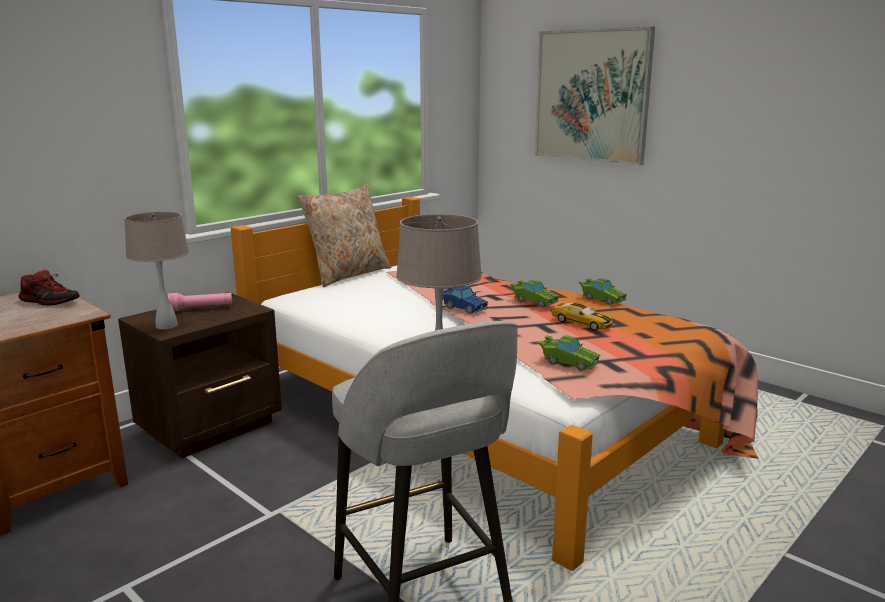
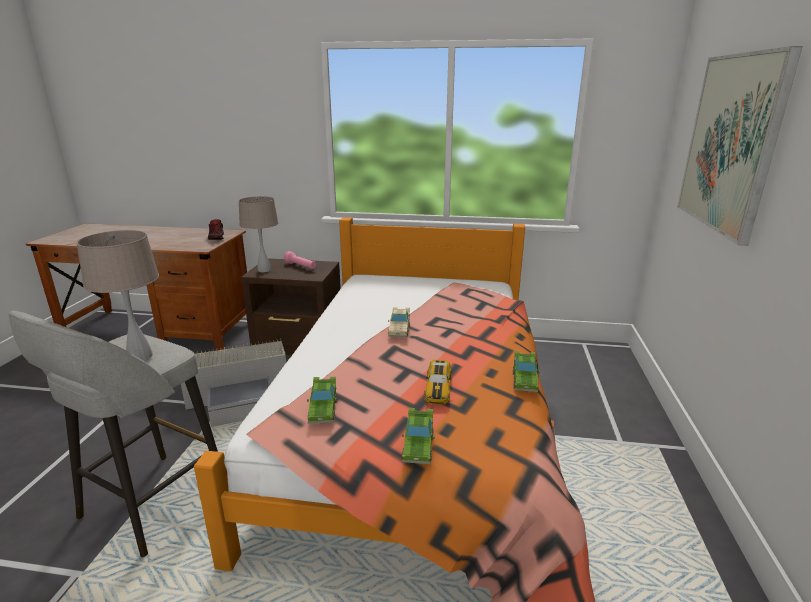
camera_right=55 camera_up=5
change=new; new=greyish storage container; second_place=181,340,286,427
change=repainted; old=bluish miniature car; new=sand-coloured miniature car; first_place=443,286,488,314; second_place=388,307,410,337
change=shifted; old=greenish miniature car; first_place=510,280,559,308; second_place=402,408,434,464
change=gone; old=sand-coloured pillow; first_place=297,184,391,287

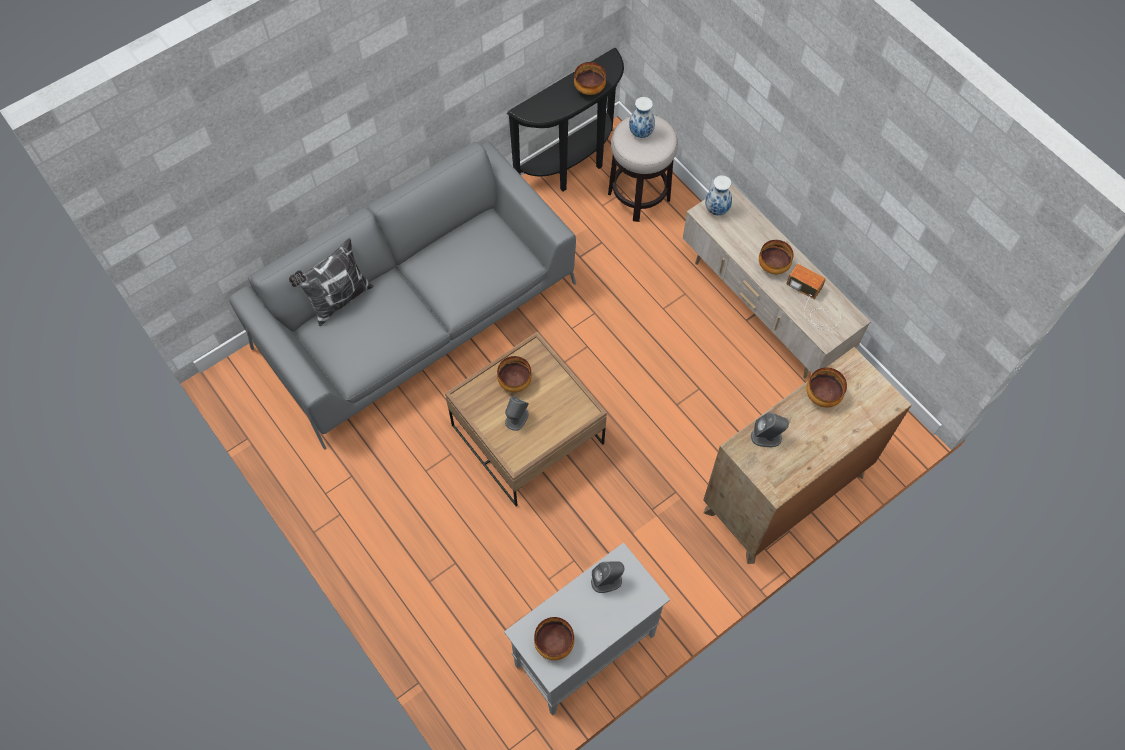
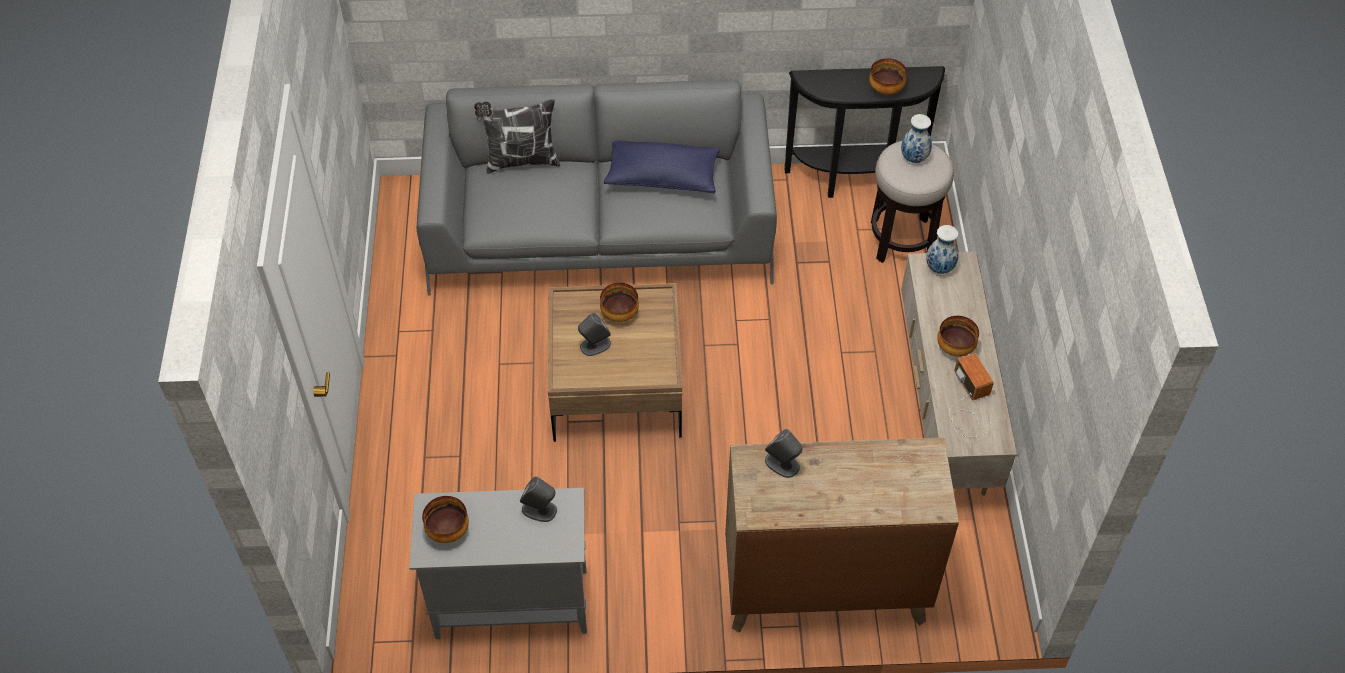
camera_right=35 camera_up=-10
change=new; new=bluish pillow; second_place=604,141,720,193
change=gone; old=bowl; first_place=806,367,847,407

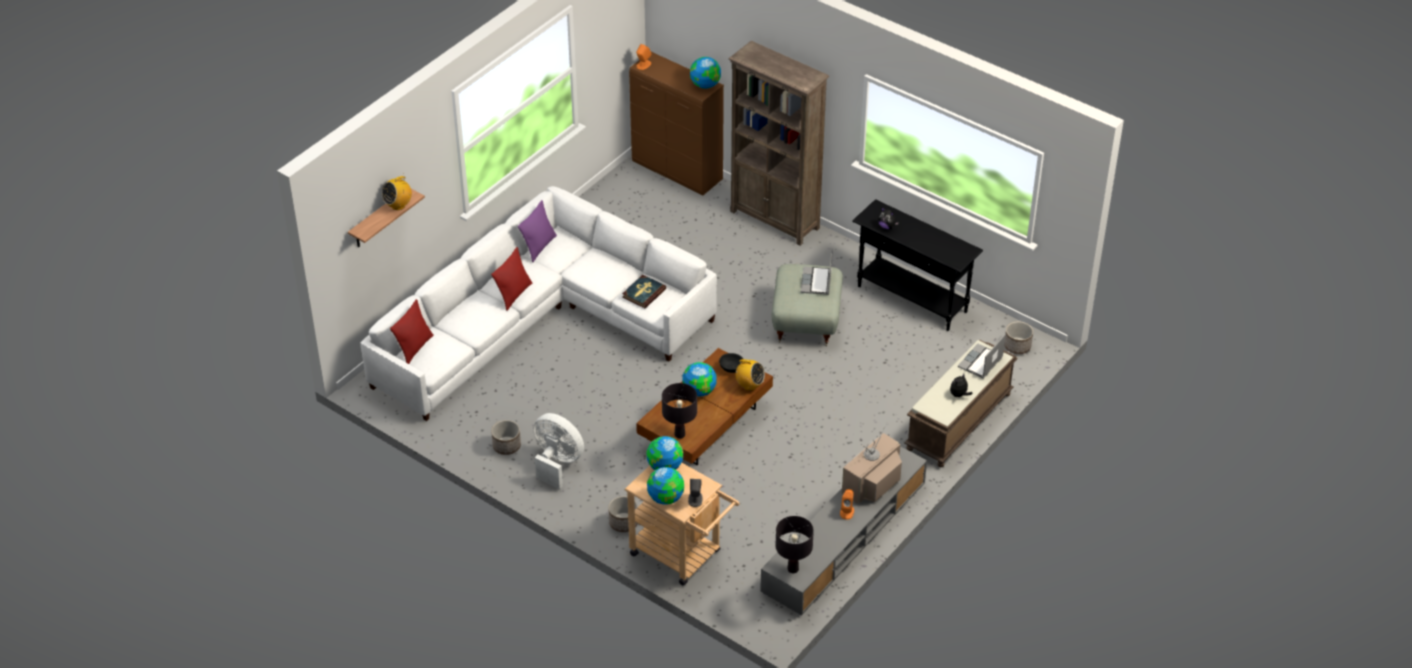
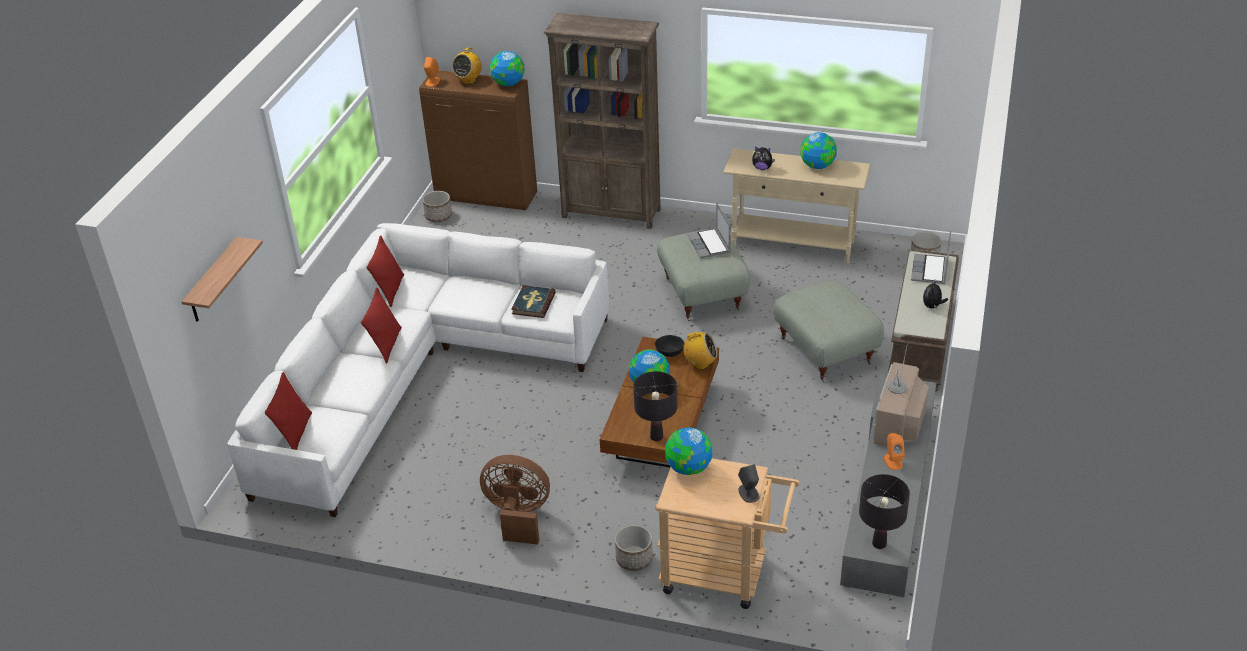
camera_right=-20 camera_up=-5
change=repainted; old=purplish pillow; new=red pillow; first_place=518,200,557,262; second_place=367,235,404,307
change=shifted; old=planter; first_place=491,420,521,455; second_place=422,191,452,222
change=shifted; old=radio receiver; first_place=382,175,412,210; second_place=452,47,482,84
change=repainted; old=white-coloured fan; new=brown-coloured fan; first_place=533,413,584,489; second_place=480,455,550,545
change=repainted; old=blackish narrow table; new=sand-coloured narrow table; first_place=852,199,983,331; second_place=723,148,871,264
change=new; new=greyish ottoman; second_place=774,280,884,382
change=shifted; old=world globe; first_place=647,467,684,505; second_place=800,132,837,169

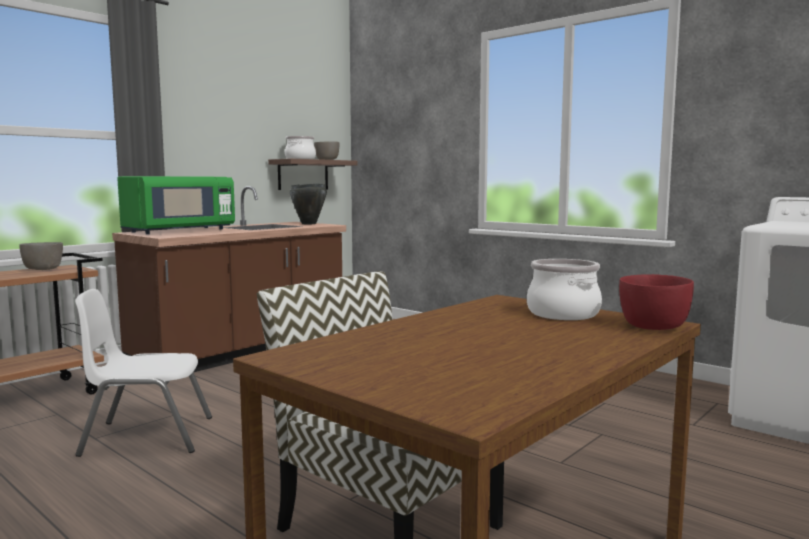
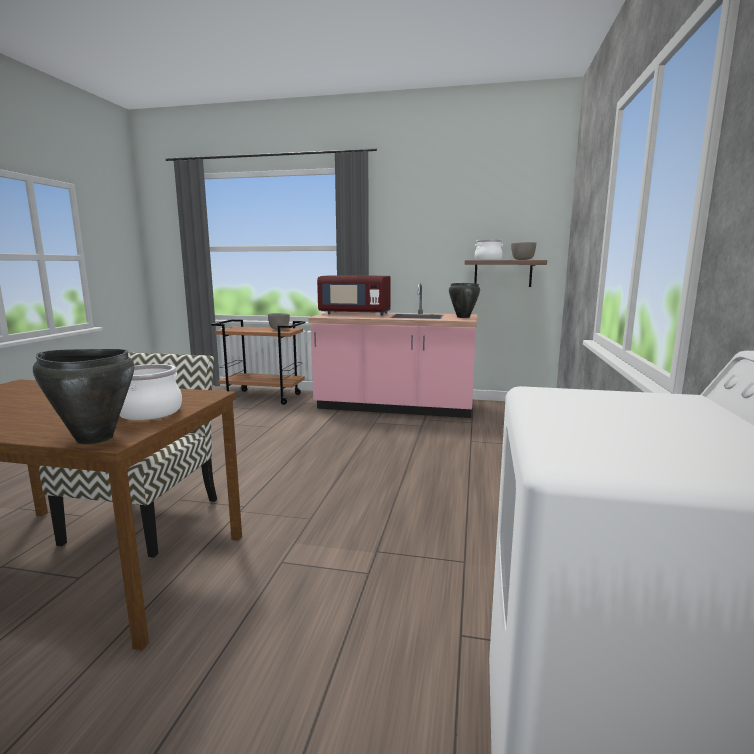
camera_right=60 camera_up=5
change=swapped; old=red bowl; new=blackish cooking pot; first_place=619,274,694,330; second_place=33,349,134,444
change=repainted; old=brown-coloured kitchen counter; new=pink kitchen counter; first_place=112,186,346,372; second_place=308,283,477,418
change=repainted; old=greenish kitchen microwave; new=red kitchen microwave; first_place=117,176,235,234; second_place=317,275,391,315
change=gone; old=white-coloured chair; first_place=75,289,212,457

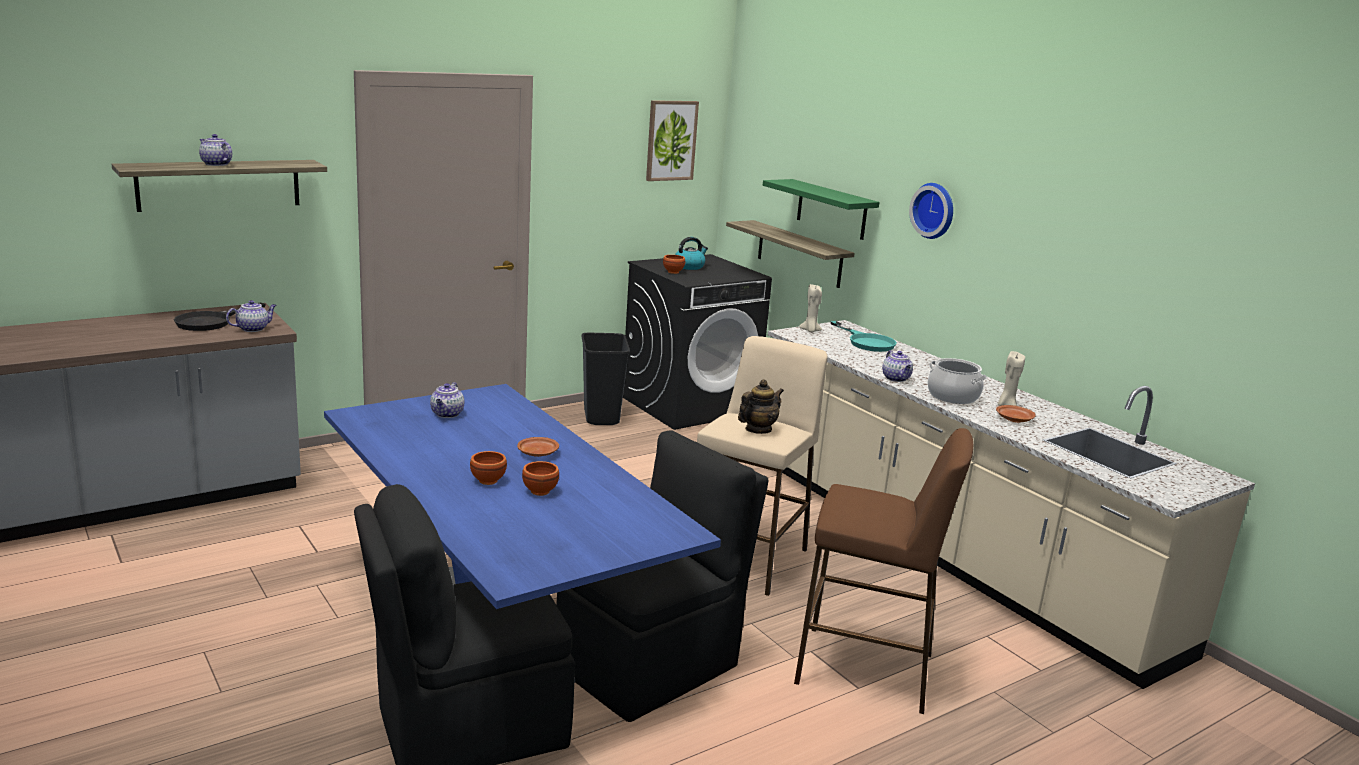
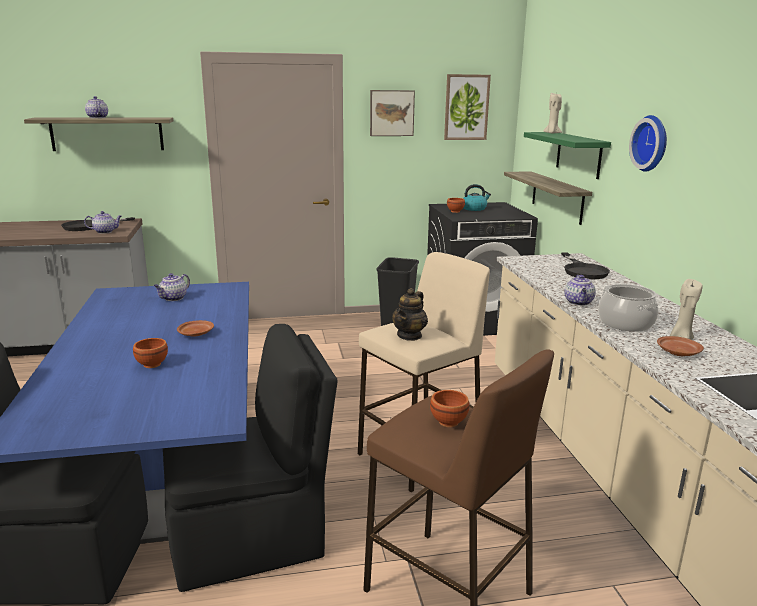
camera_right=25 camera_up=0
change=new; new=picture; second_place=370,90,415,136
change=rotated; old=teapot; first_place=738,379,784,434; second_place=392,288,428,341; degrees=135
change=shifted; old=brown-coloured bowl; first_place=470,451,507,485; second_place=430,390,470,427
change=shifted; old=sand-coloured wax light; first_place=799,284,822,332; second_place=543,93,562,134
change=repainted; old=blue-green frying pan; new=blackish frying pan; first_place=830,321,897,352; second_place=561,252,610,279

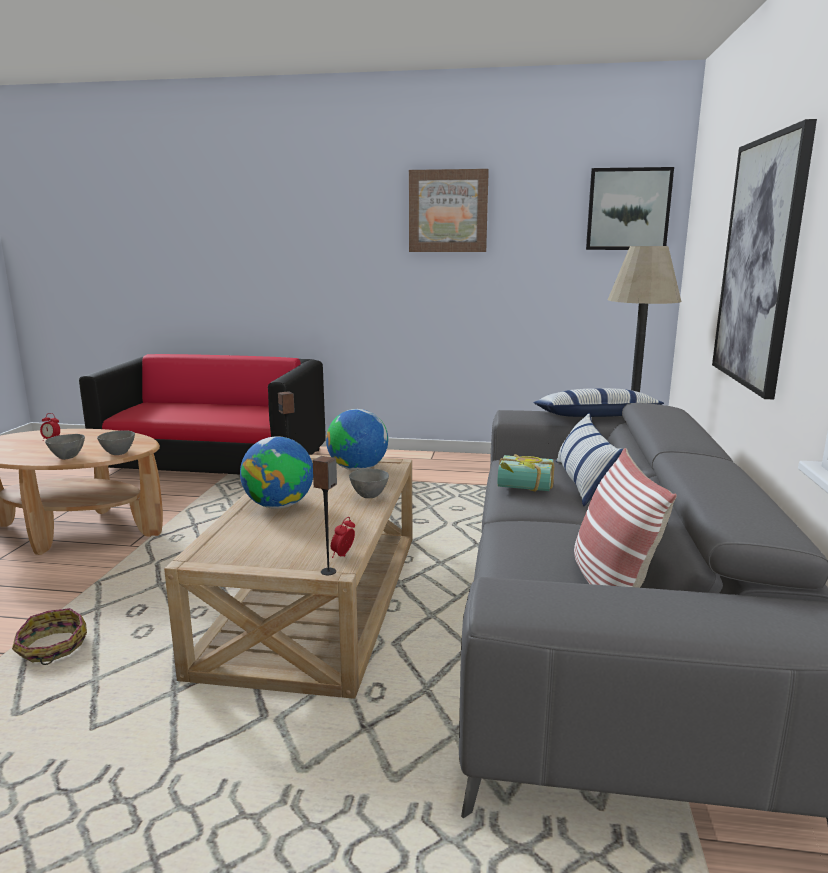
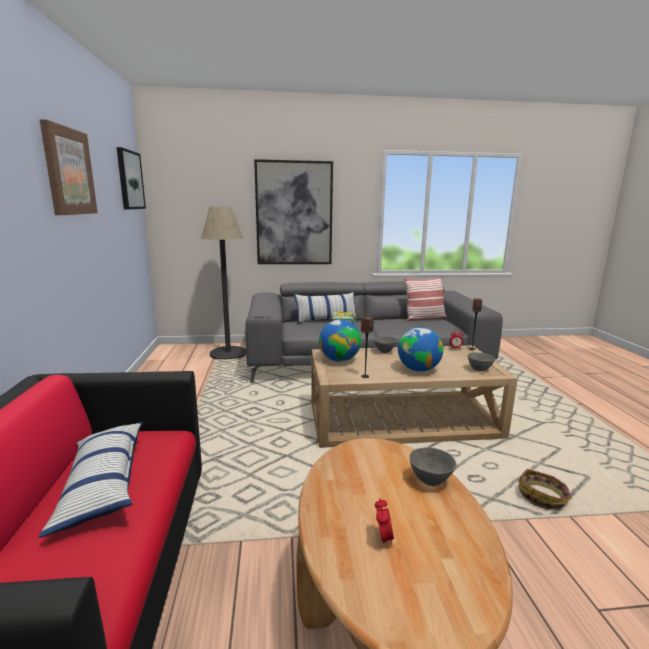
camera_right=-105 camera_up=0
change=shifted; old=pillow; first_place=533,388,664,417; second_place=39,422,143,538
change=shifted; old=greyish bowl; first_place=97,430,135,455; second_place=468,352,495,371

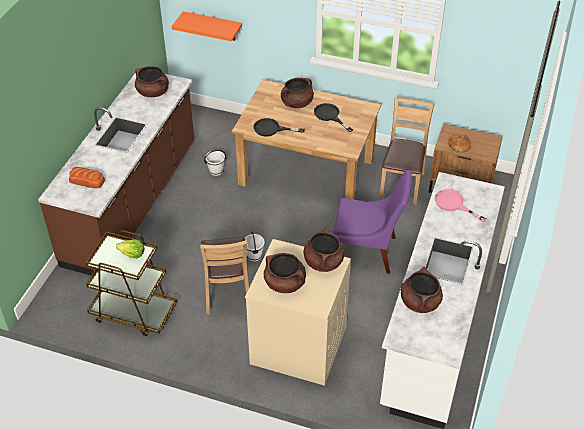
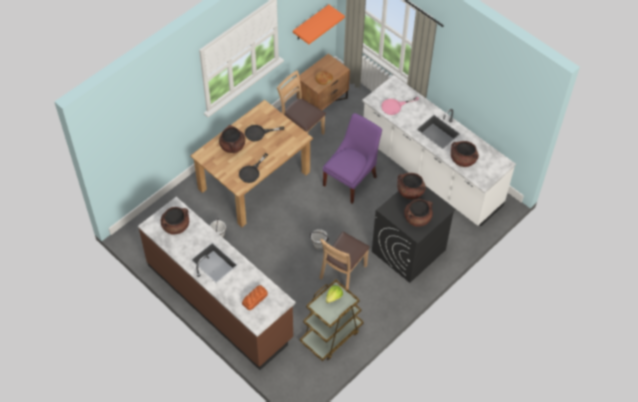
camera_right=-65 camera_up=10
change=shifted; old=orangey wall shelf; first_place=171,11,242,41; second_place=293,5,345,44
change=rotated; old=brown-coloured chair; first_place=200,237,249,314; second_place=319,232,370,290; degrees=105
change=repainted; old=sand-coloured laundry machine; new=blackish laundry machine; first_place=245,239,351,386; second_place=372,186,456,283

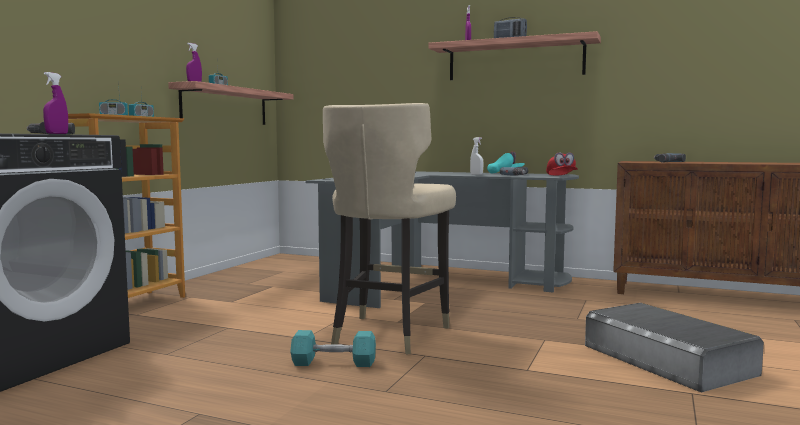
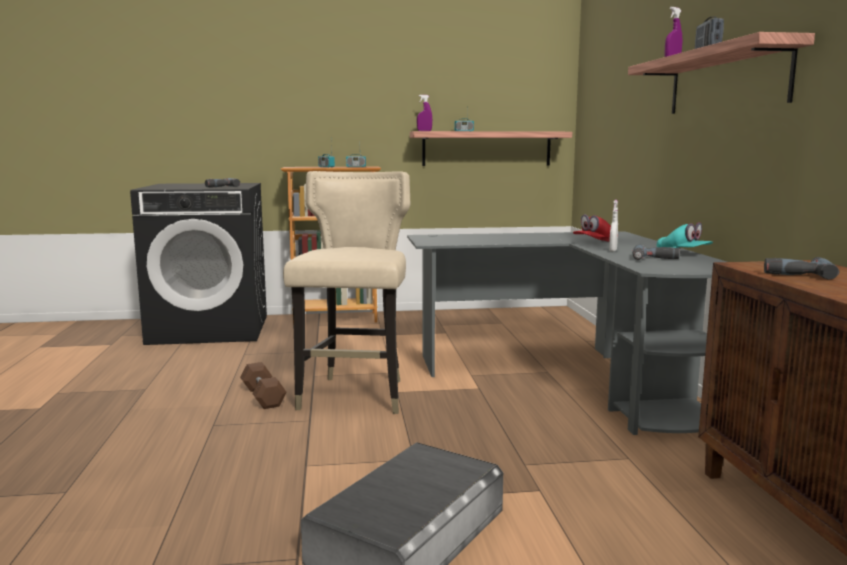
camera_right=60 camera_up=5
change=repainted; old=blue-green hand weight; new=brown-coloured hand weight; first_place=290,330,376,367; second_place=240,362,287,409
change=rotated; old=sand-coloured chair; first_place=323,103,456,354; second_place=283,171,410,414; degrees=105
change=shifted; old=red peaked cap; first_place=546,152,578,175; second_place=573,214,611,242
change=gone; old=purplish sprayer; first_place=43,72,68,134

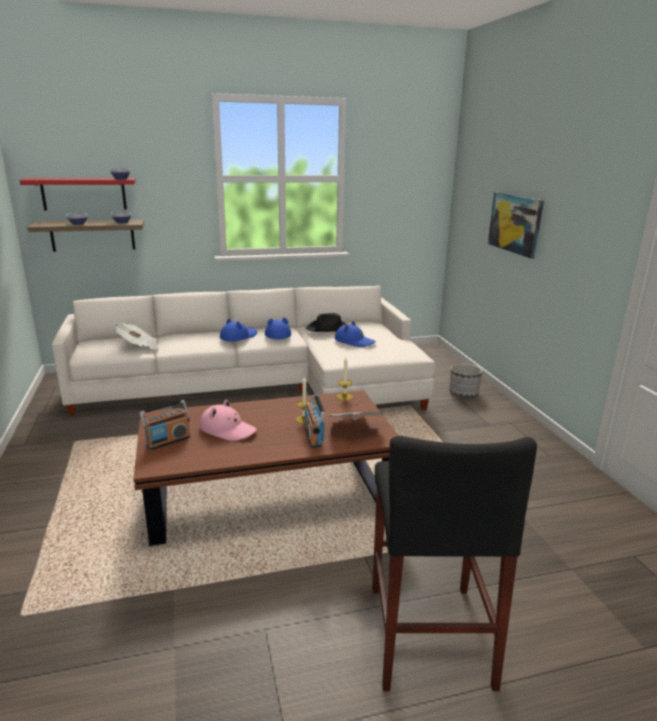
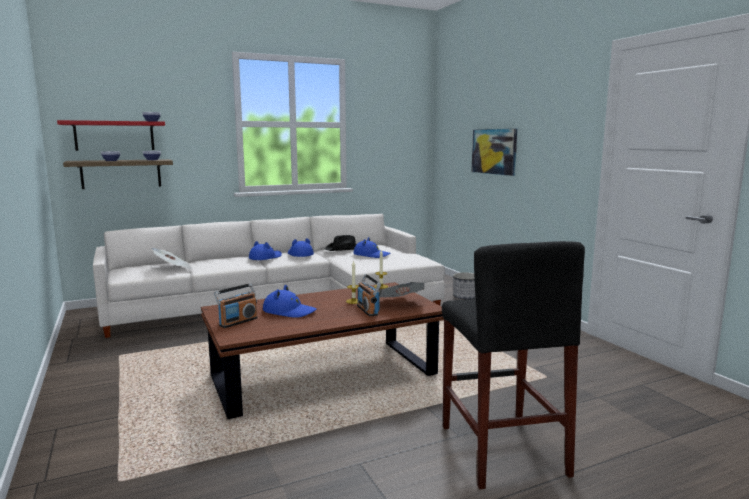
camera_right=-10 camera_up=-10
change=repainted; old=pink wearable hat; new=bluish wearable hat; first_place=199,399,256,441; second_place=263,285,317,318

